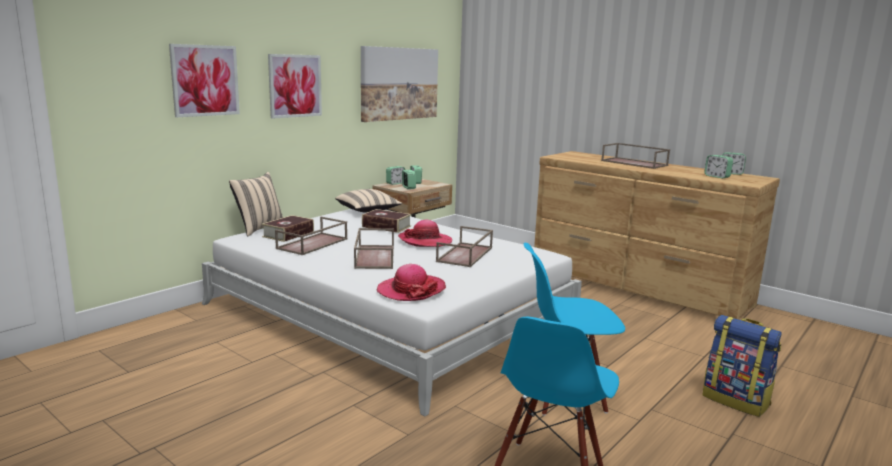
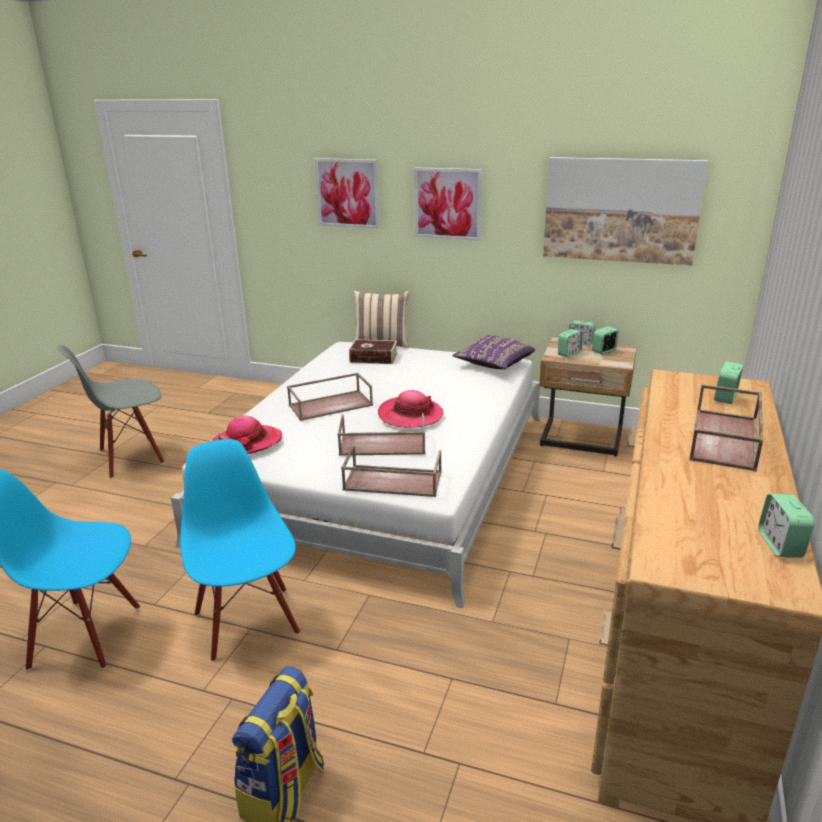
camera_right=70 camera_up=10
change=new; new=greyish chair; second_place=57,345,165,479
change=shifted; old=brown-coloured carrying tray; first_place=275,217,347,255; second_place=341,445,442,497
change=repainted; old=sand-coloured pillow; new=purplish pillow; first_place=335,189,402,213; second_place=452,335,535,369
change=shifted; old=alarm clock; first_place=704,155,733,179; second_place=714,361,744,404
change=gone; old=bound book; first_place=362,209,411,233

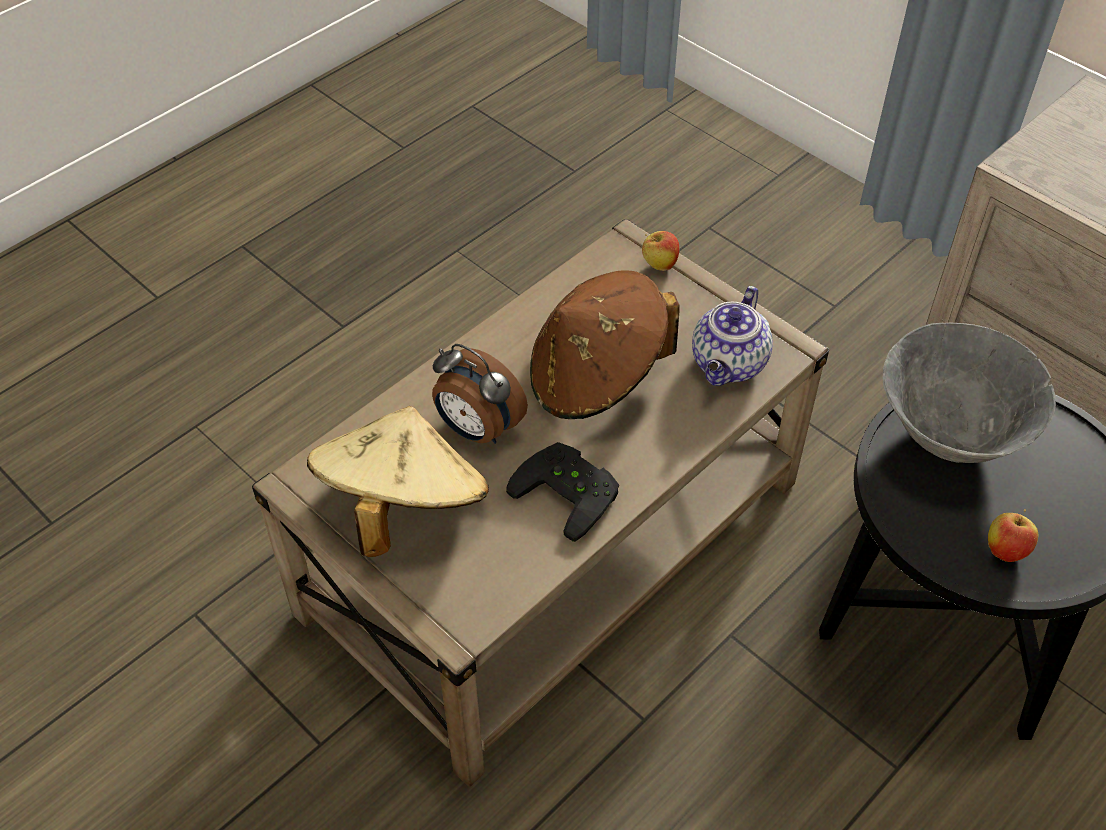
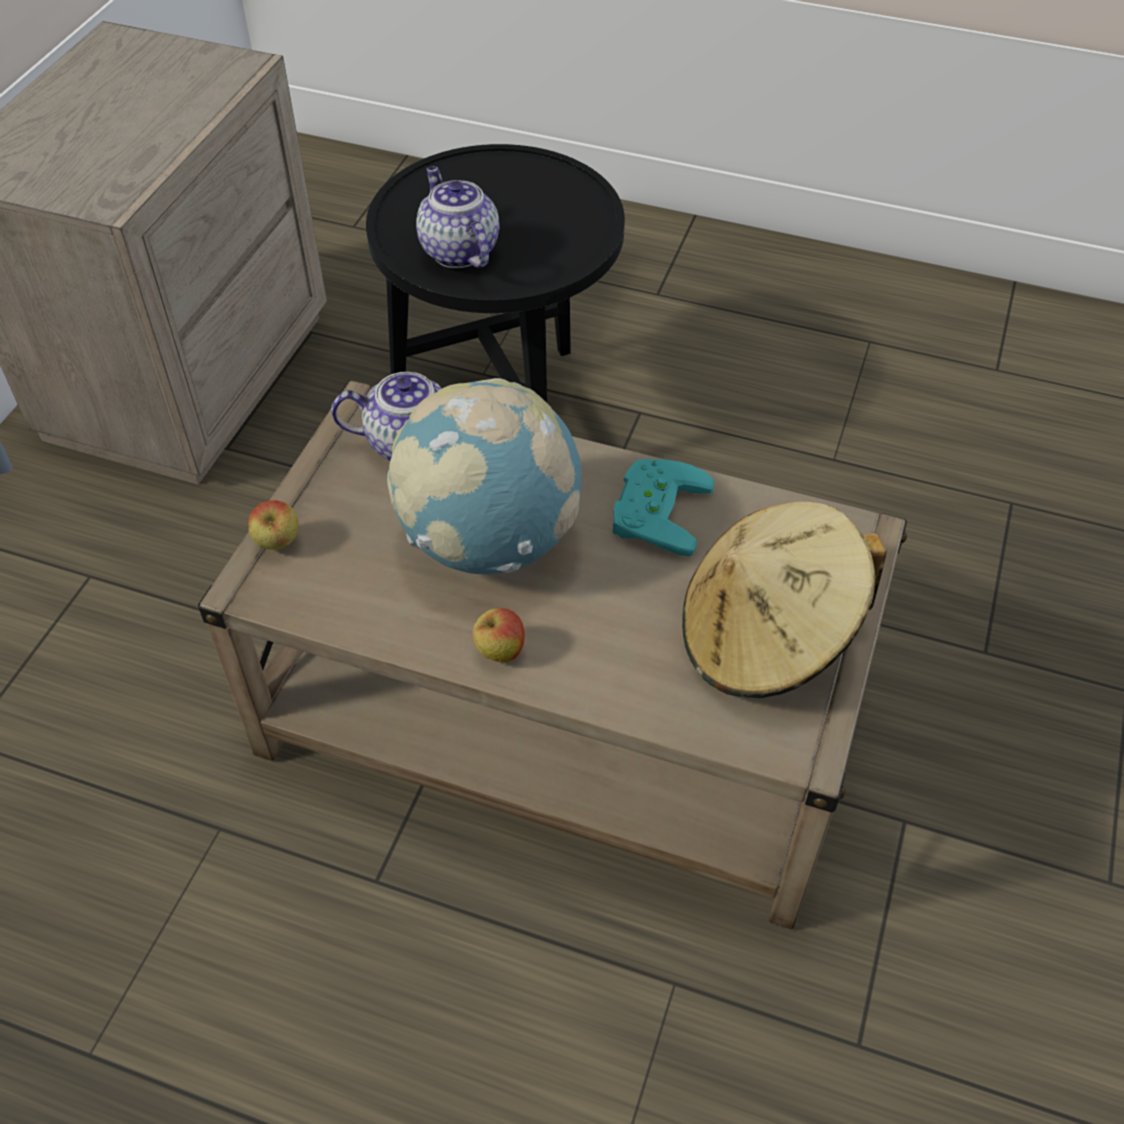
camera_right=-115 camera_up=0
change=swapped; old=brown-coloured wearable hat; new=world globe; first_place=530,270,680,419; second_place=387,378,582,575
change=swapped; old=greyish bowl; new=teapot; first_place=883,323,1056,463; second_place=416,166,500,268
change=shifted; old=apple fruit; first_place=988,509,1038,562; second_place=472,608,525,663
change=repainted; old=blackish game controller; new=blue-green game controller; first_place=506,442,619,542; second_place=613,459,714,556
change=gone; old=alarm clock; first_place=432,344,528,444

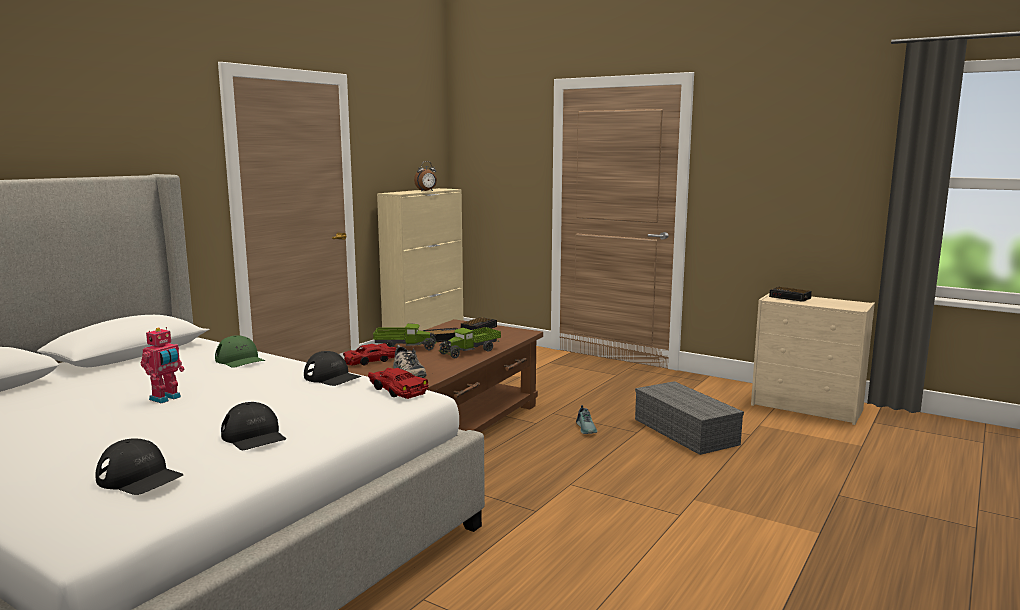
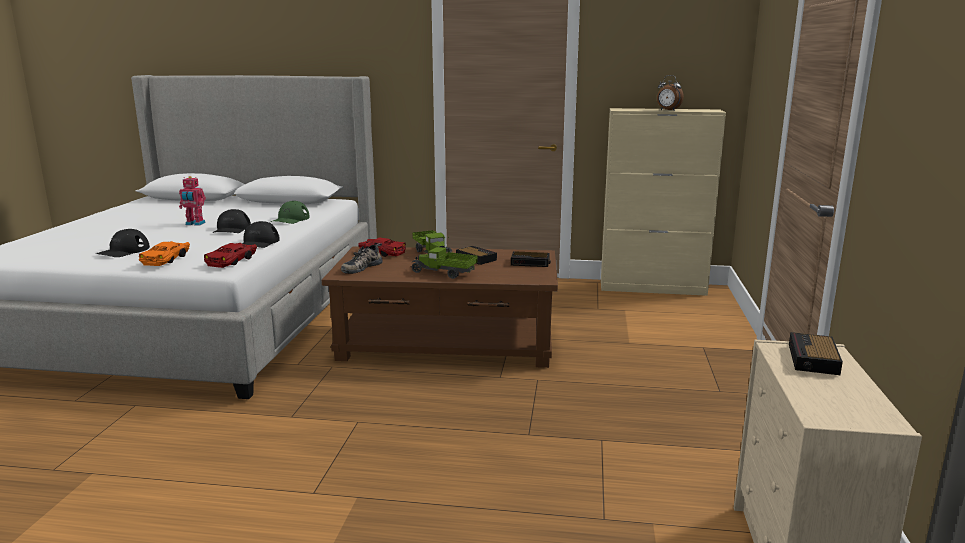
camera_right=65 camera_up=5
change=new; new=orangey miniature car; second_place=139,241,190,266
change=shifted; old=blackish peaked cap; first_place=95,438,184,495; second_place=212,209,251,233
change=gone; old=low shoe; first_place=576,405,597,434
change=gone; old=greyish storage container; first_place=635,381,744,455

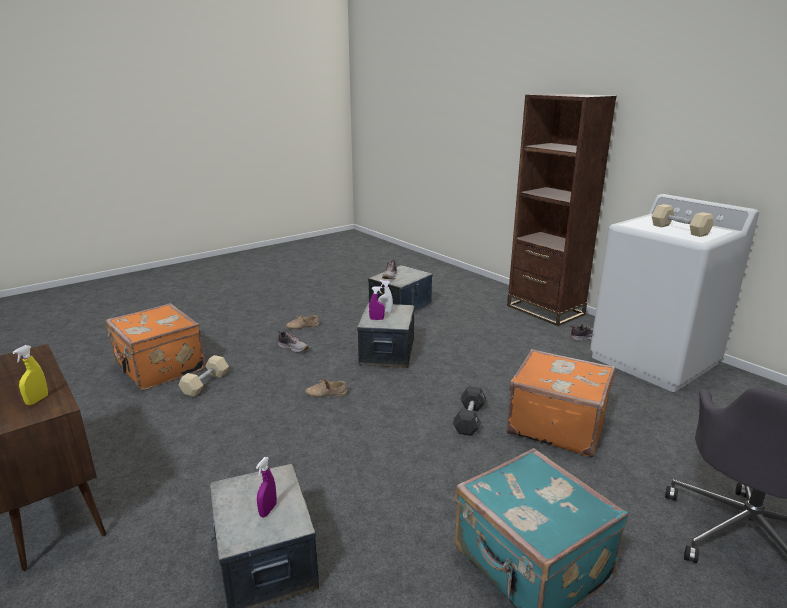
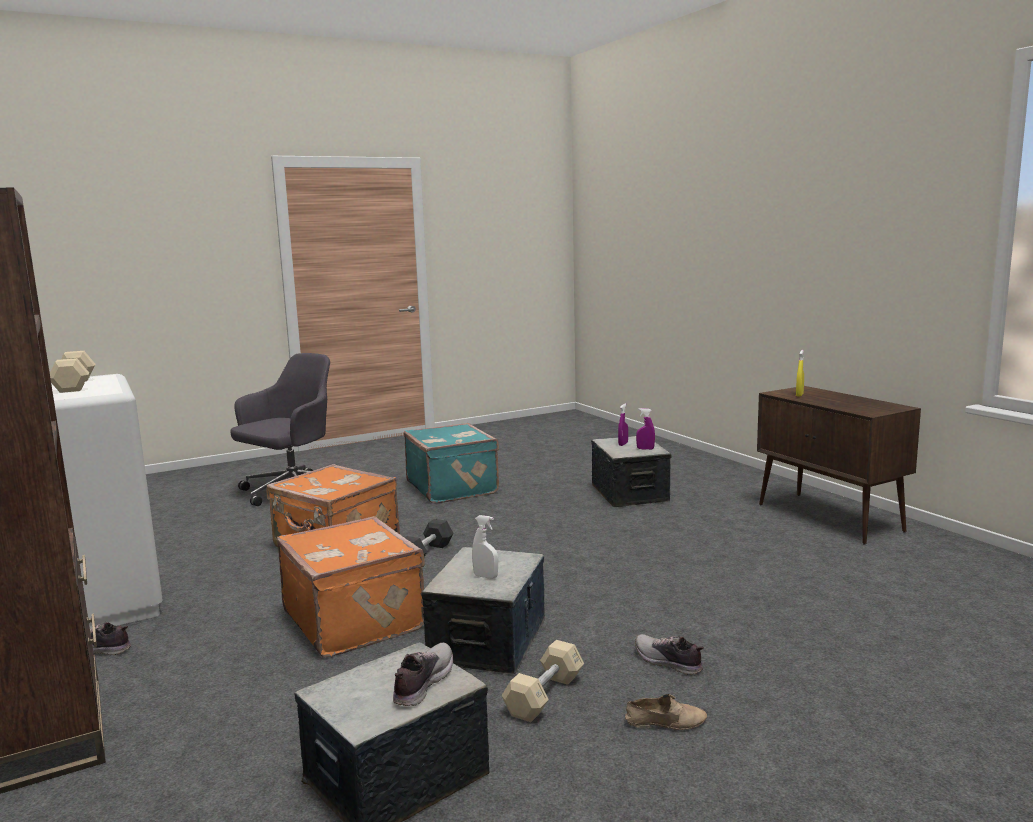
camera_right=-170 camera_up=-10
change=shifted; old=orangey suitcase; first_place=106,303,206,390; second_place=277,516,425,657
change=shifted; old=sand-coloured hand weight; first_place=179,355,229,397; second_place=501,640,584,722
change=shifted; old=purplish sprayer; first_place=369,286,385,320; second_place=636,408,655,450
change=gone; old=sand-coloured low shoe; first_place=305,379,348,397

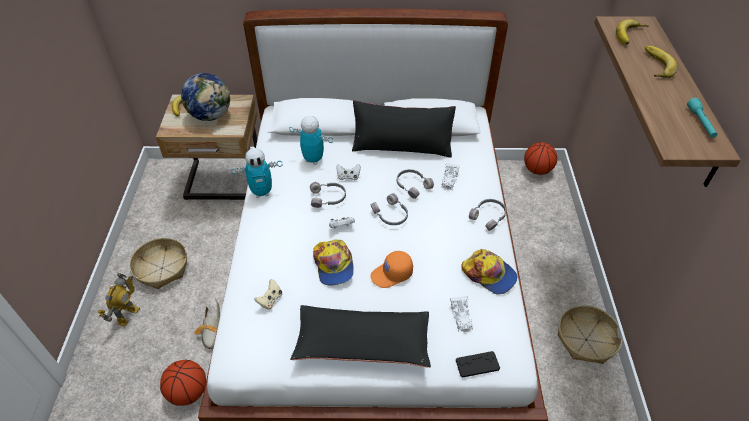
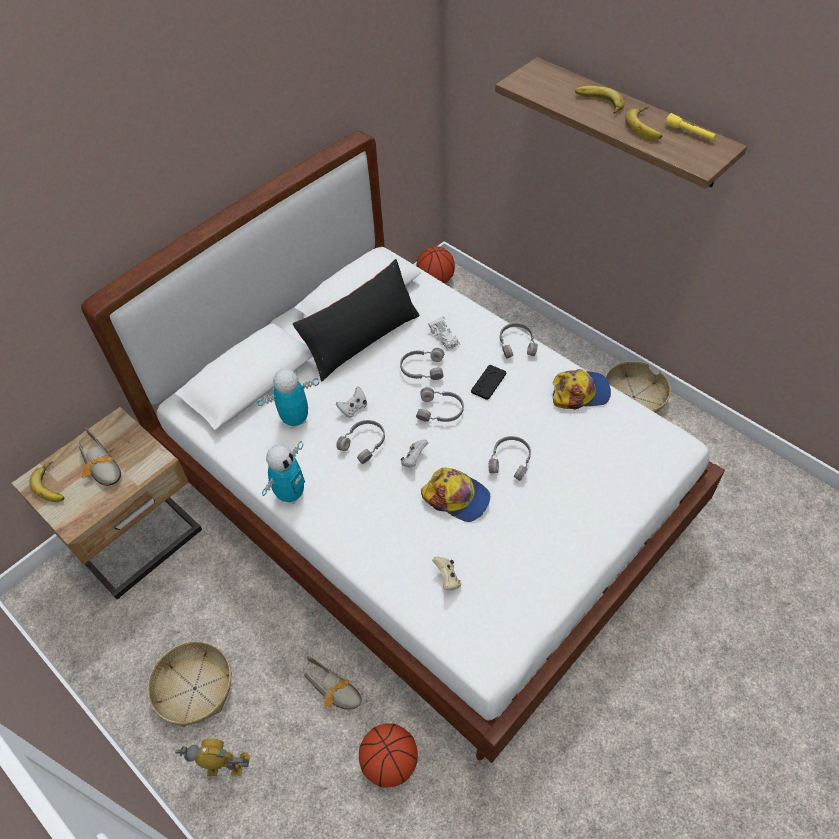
camera_right=-45 camera_up=5
change=swapped; old=world globe; new=low shoe; first_place=181,73,230,121; second_place=78,428,121,486
change=rotated; old=model robot; first_place=97,273,140,327; second_place=176,739,250,776; degrees=-60
change=shifted; old=blackish game controller; first_place=456,351,500,378; second_place=471,365,506,400
change=swapped; old=orangey peaked cap; new=greyish pair of headphones; first_place=370,251,413,288; second_place=488,436,531,481
change=shifted; old=whole banana; first_place=616,19,649,45; second_place=625,107,662,140
change=repainted; old=blue-green torch; new=yellowish torch; first_place=687,98,718,138; second_place=665,113,716,141
change=gone; old=blackish pillow; first_place=290,305,431,368
change=gone; old=white-coloured miniature car; first_place=450,296,473,332

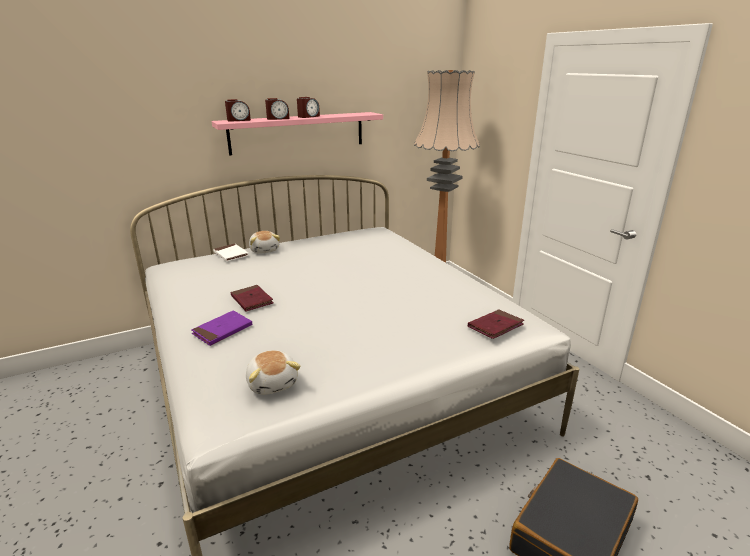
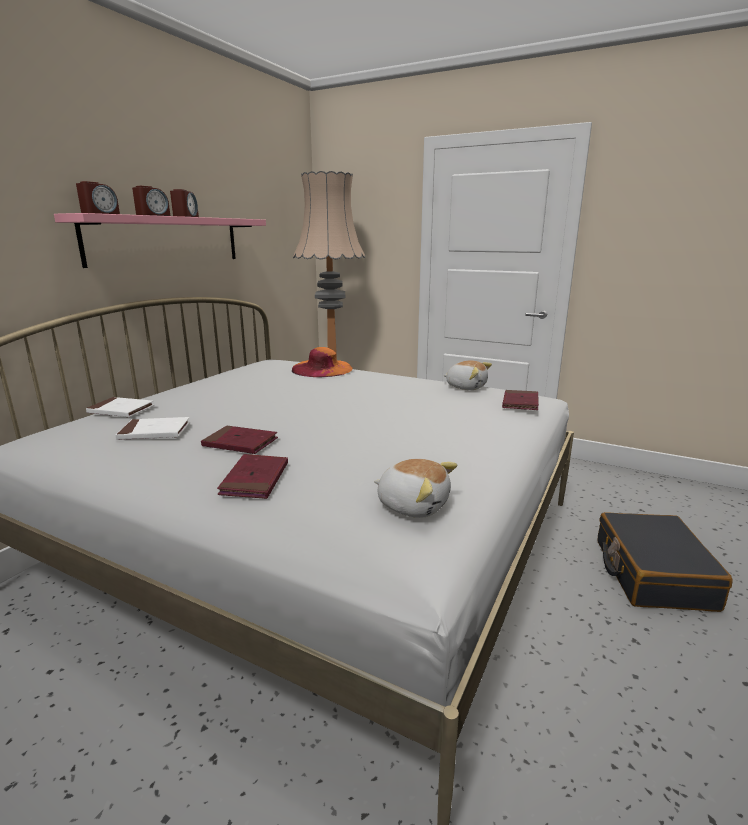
camera_right=-35 camera_up=-5
change=new; new=white-coloured bound book; second_place=115,417,190,440
change=repainted; old=purplish bound book; new=red bound book; first_place=191,310,252,346; second_place=217,454,288,499
change=new; new=orangey wearable hat; second_place=292,347,352,377
change=shifted; old=soft toy; first_place=249,231,280,254; second_place=444,360,492,390

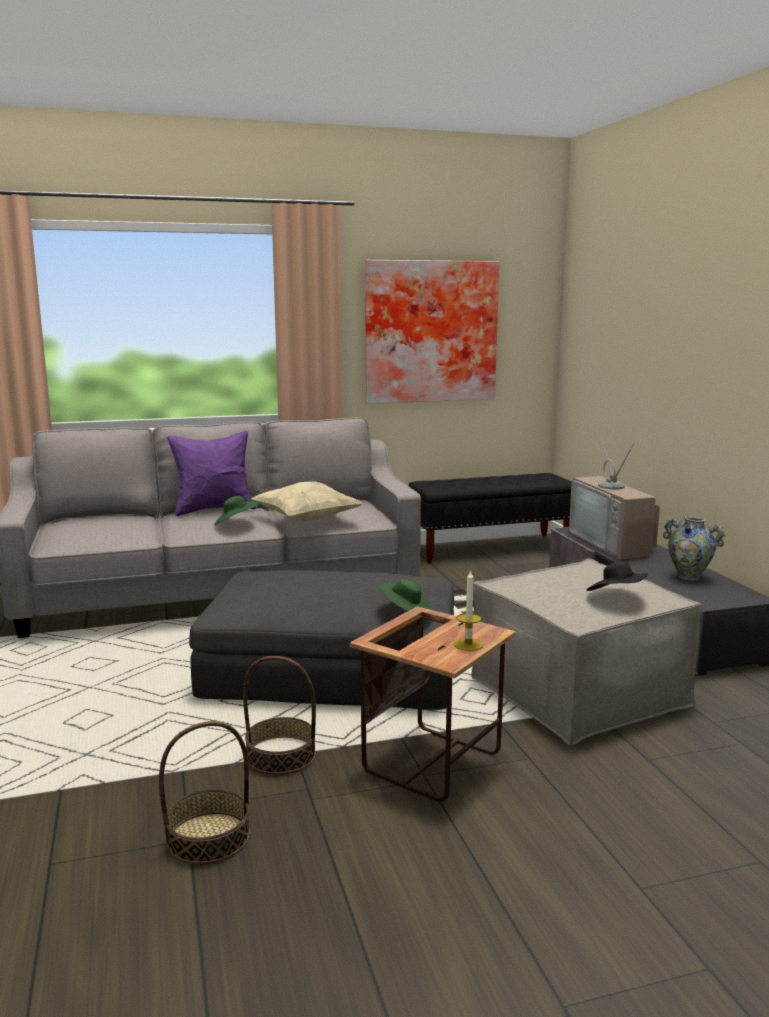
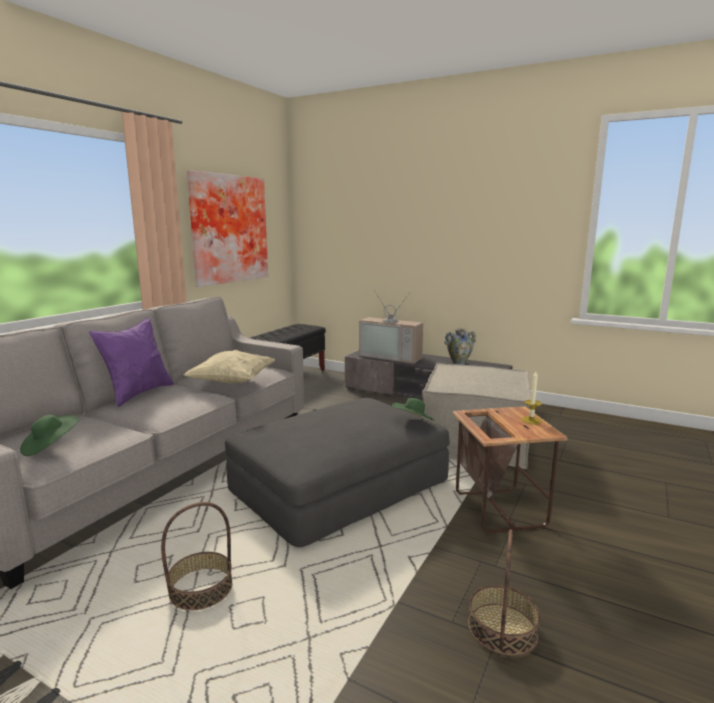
camera_right=-45 camera_up=0
change=shifted; old=greenish wearable hat; first_place=214,496,259,525; second_place=20,415,79,456
change=shifted; old=storage basket; first_place=243,656,316,775; second_place=161,502,232,611
change=gone; old=blackish wearable hat; first_place=587,562,648,591

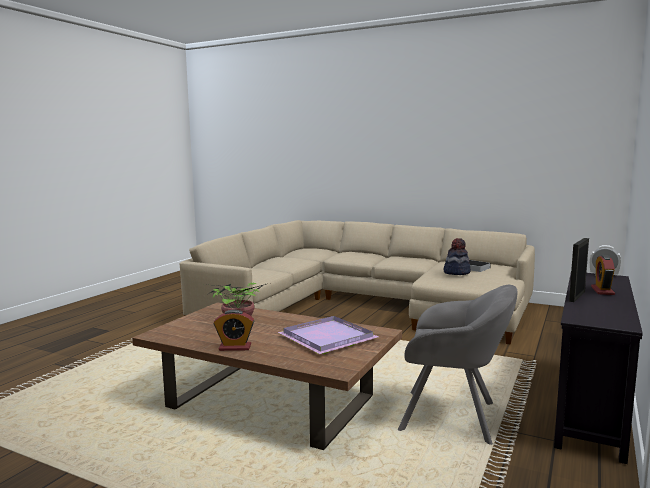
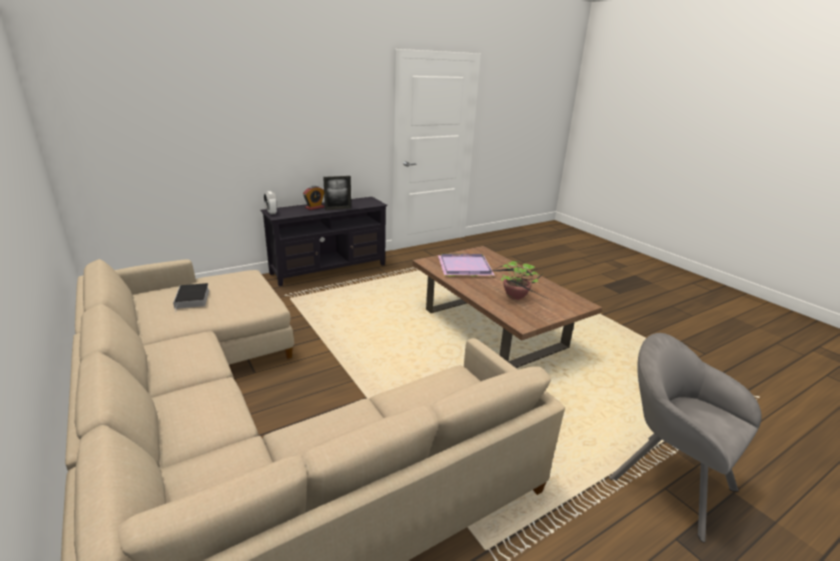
camera_right=-150 camera_up=15
change=shifted; old=greyish lounge chair; first_place=398,285,517,445; second_place=609,333,762,542
change=gone; old=alarm clock; first_place=214,310,254,351
change=gone; old=wearable hat; first_place=443,238,471,275

